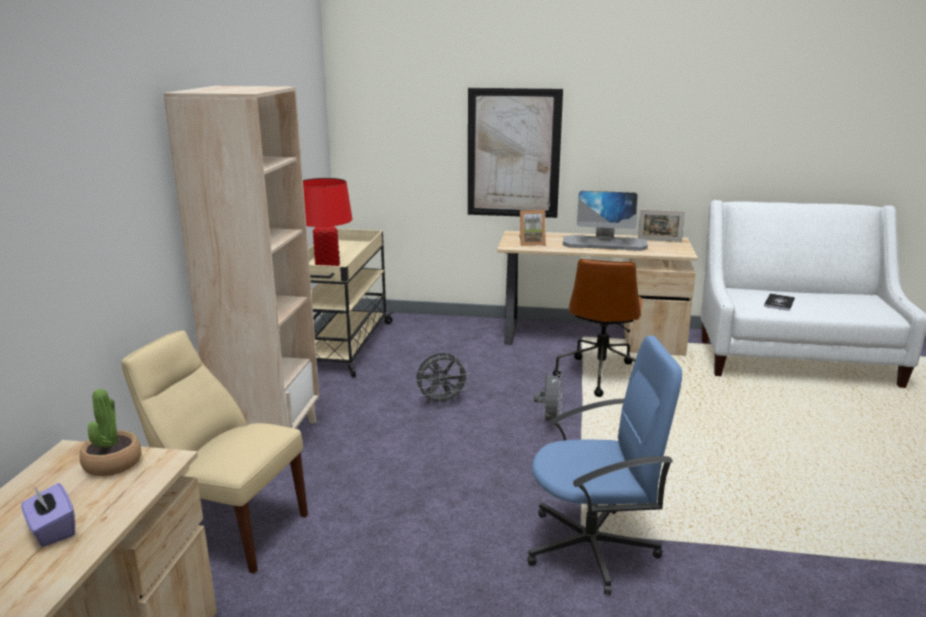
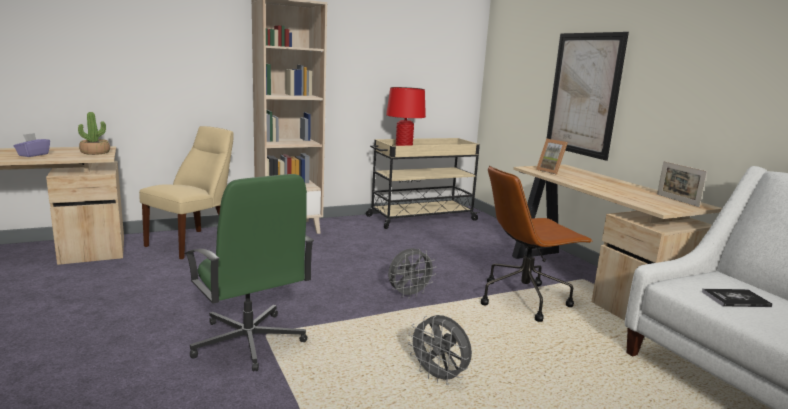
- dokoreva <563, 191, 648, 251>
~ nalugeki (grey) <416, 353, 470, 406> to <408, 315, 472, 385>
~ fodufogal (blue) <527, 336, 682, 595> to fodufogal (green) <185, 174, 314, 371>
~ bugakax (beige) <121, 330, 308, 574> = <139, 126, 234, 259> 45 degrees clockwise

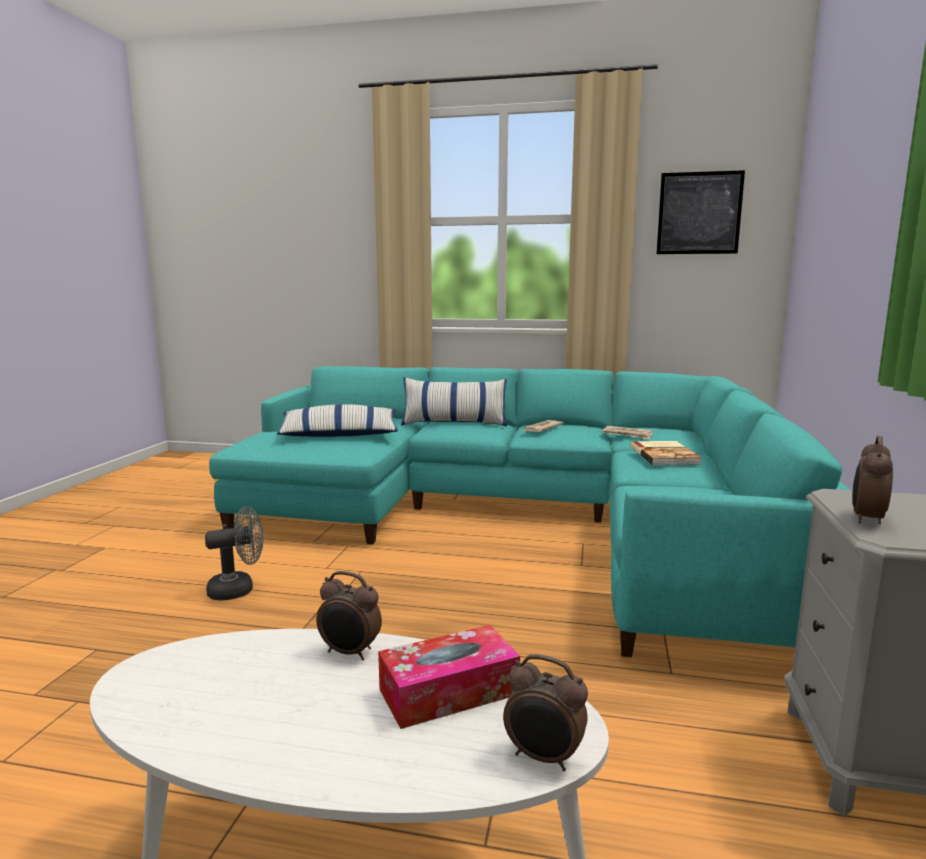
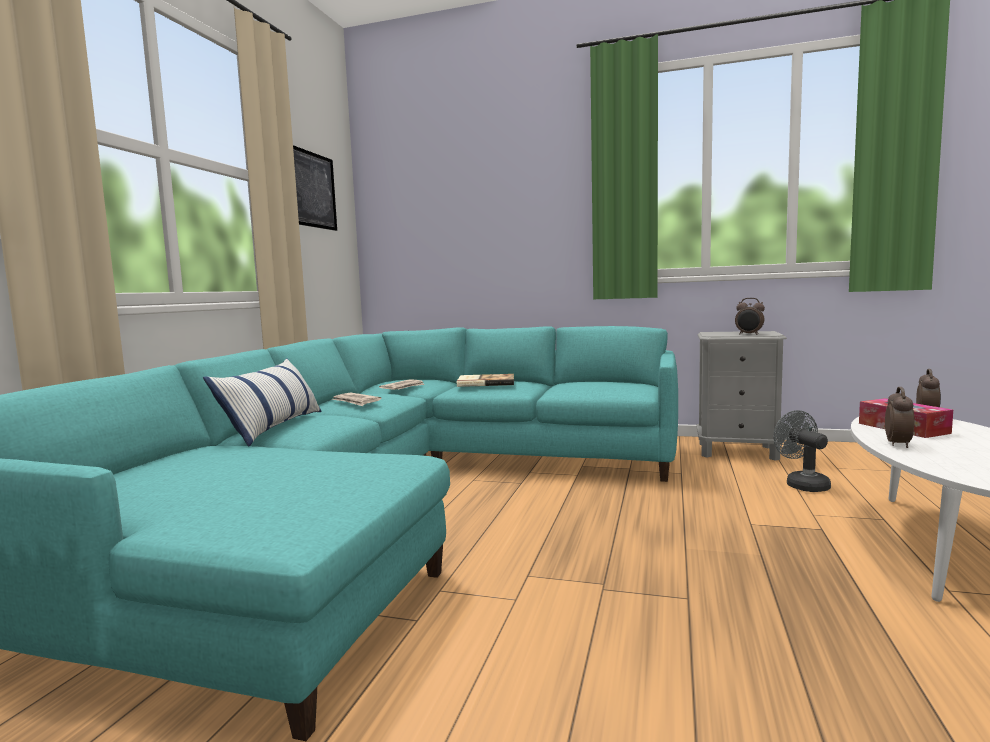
- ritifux <277, 404, 398, 437>
~ nalugeki (grey) <205, 506, 264, 601> to <773, 410, 831, 492>

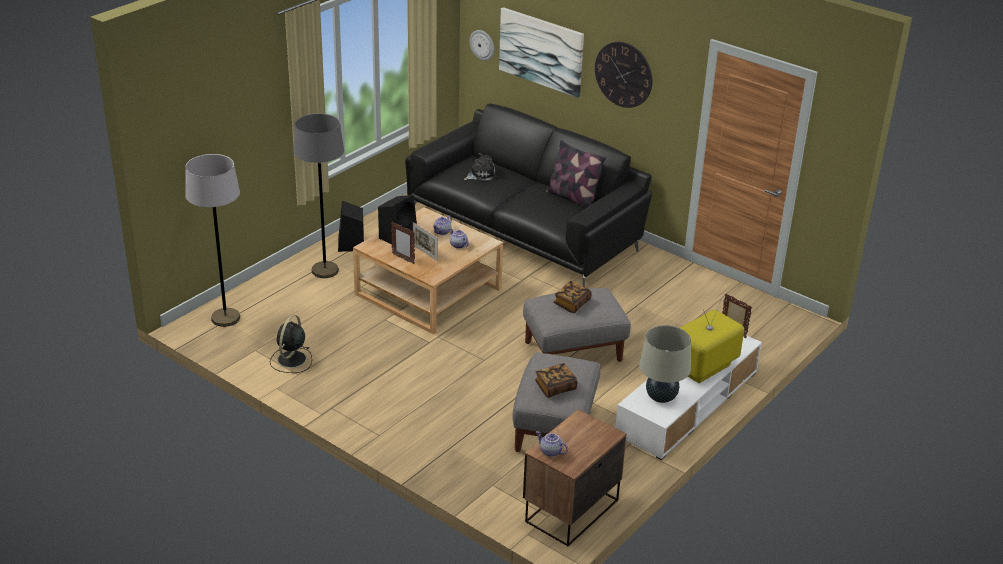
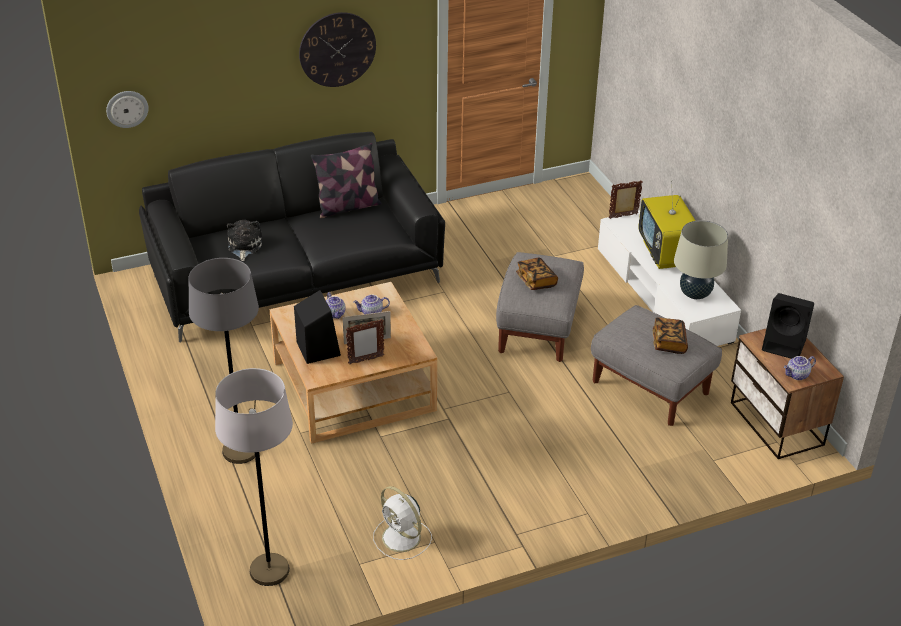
- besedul <499, 7, 584, 98>
~ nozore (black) <338, 201, 364, 252> to <762, 293, 814, 359>
~ nalugeki (black) <270, 315, 312, 373> to nalugeki (white) <373, 486, 432, 560>

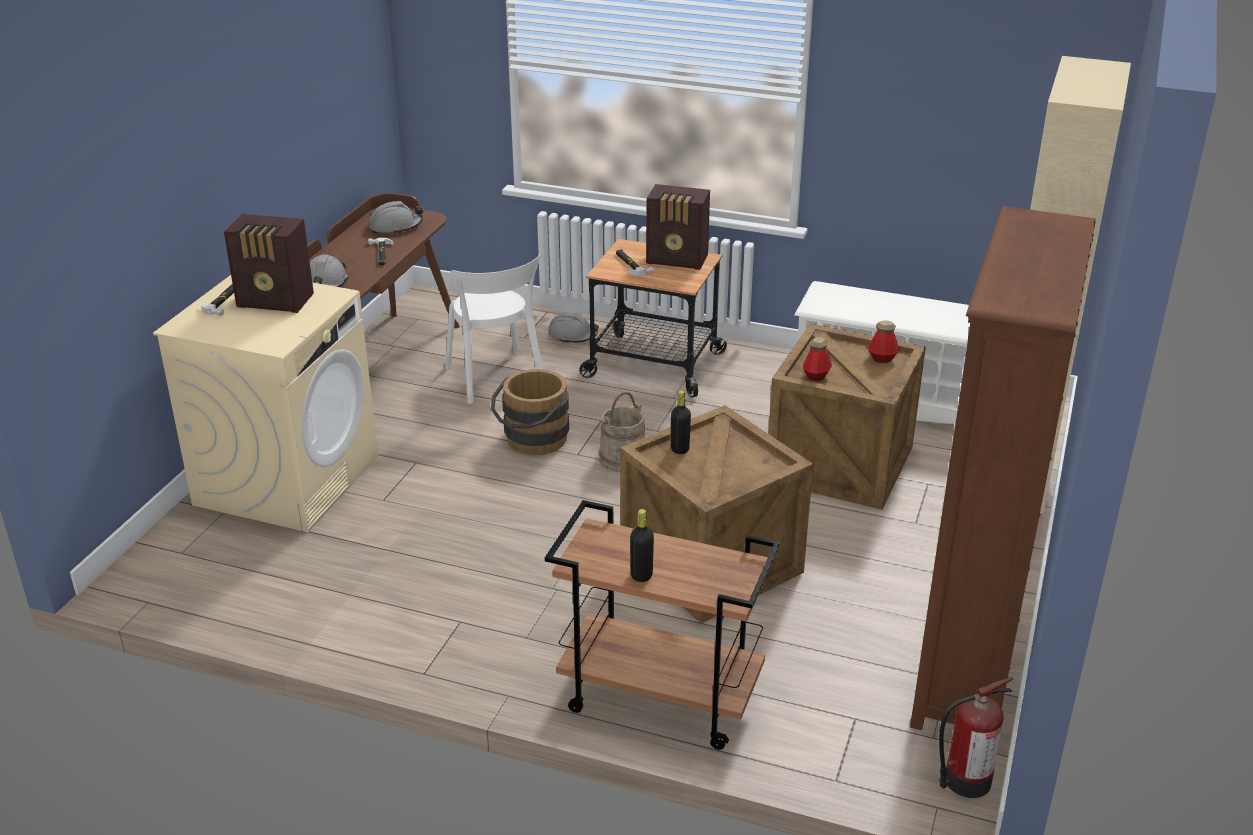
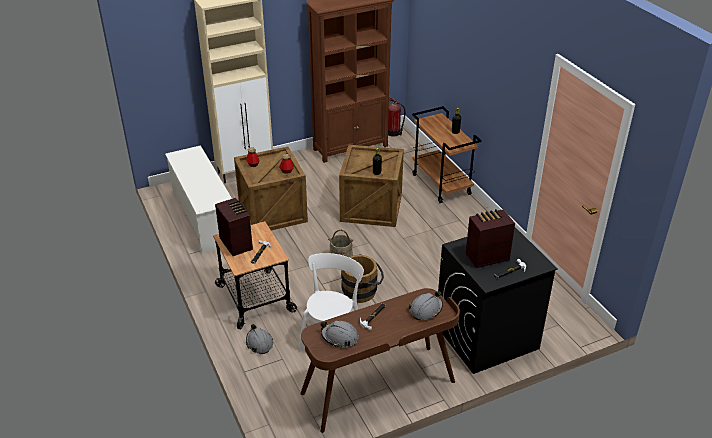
~ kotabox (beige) <153, 275, 378, 532> to kotabox (black) <438, 227, 558, 374>
~ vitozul <224, 214, 314, 313> = <466, 209, 515, 268> 75 degrees counterclockwise

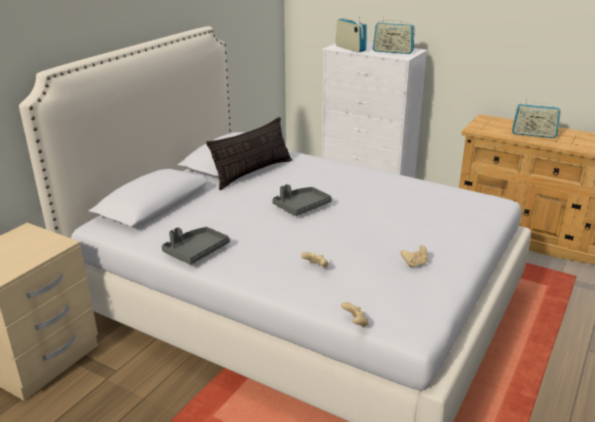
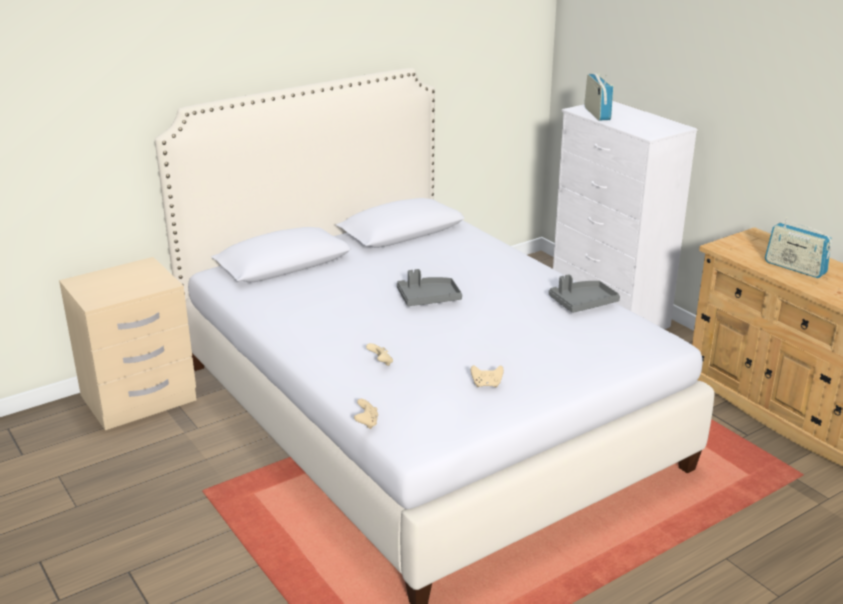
- ritifux <206, 117, 292, 190>
- vitozul <373, 17, 415, 54>
~ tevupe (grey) <162, 227, 230, 265> to <549, 274, 620, 313>

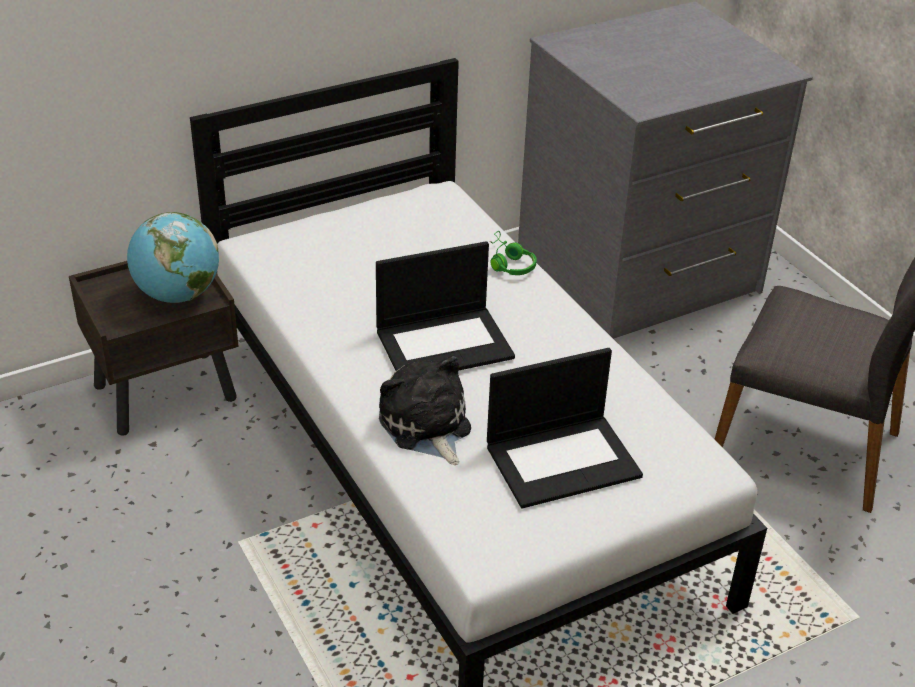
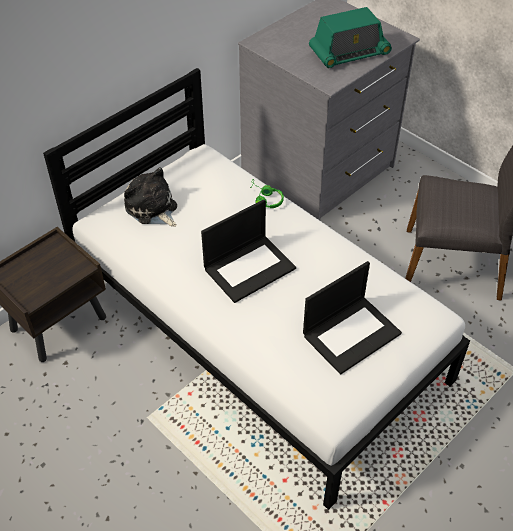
- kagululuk <127, 212, 219, 303>
+ vitozul <309, 7, 392, 68>
~ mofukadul <379, 355, 471, 465> to <124, 168, 177, 227>

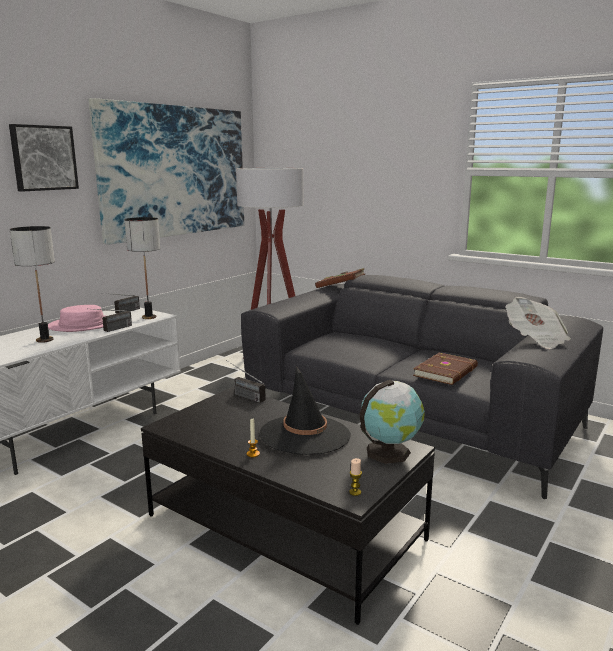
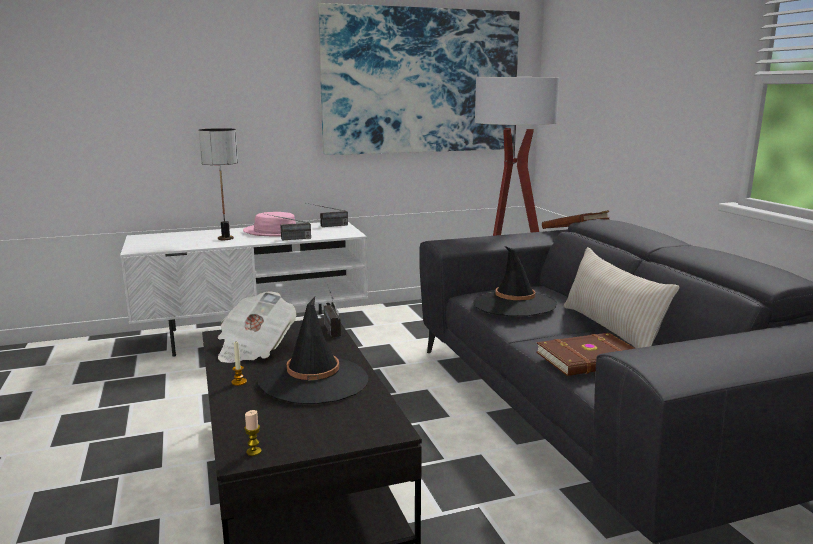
- besedul <9, 124, 79, 191>
- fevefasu <125, 217, 160, 319>
- kagululuk <359, 380, 425, 464>
+ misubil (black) <473, 246, 557, 316>
+ ritifux (beige) <564, 247, 680, 348>
~ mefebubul <505, 297, 570, 349> to <218, 291, 297, 363>

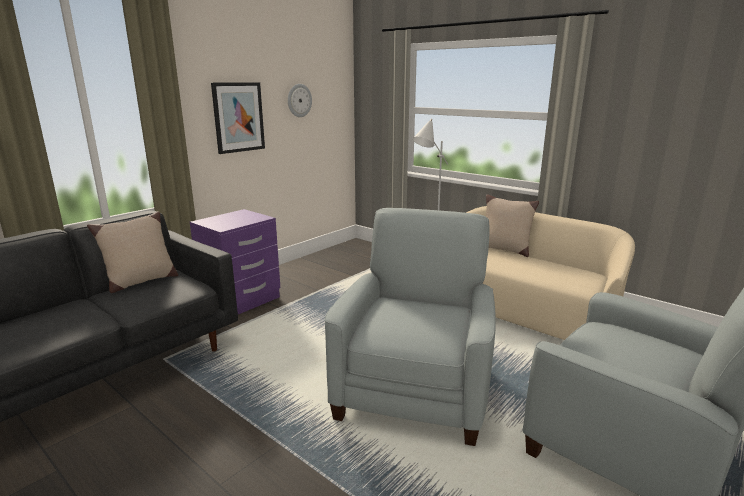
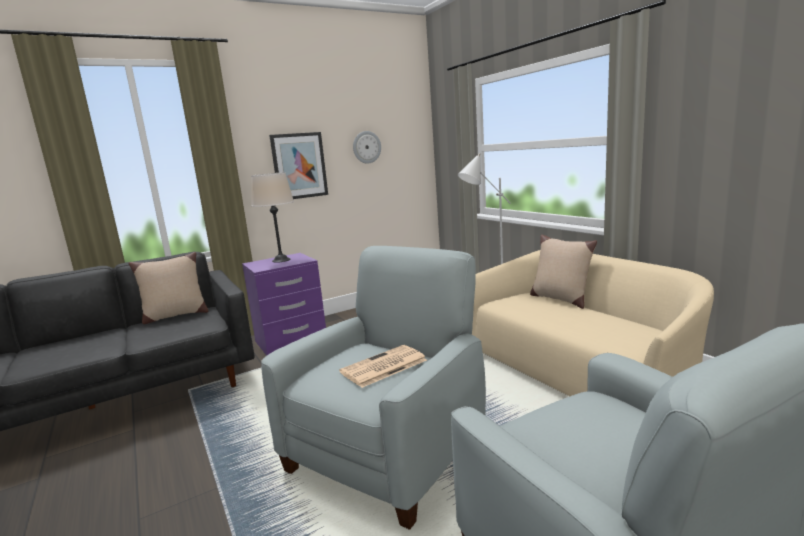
+ fevefasu (beige) <251, 172, 294, 263>
+ mefebubul <339, 345, 427, 388>

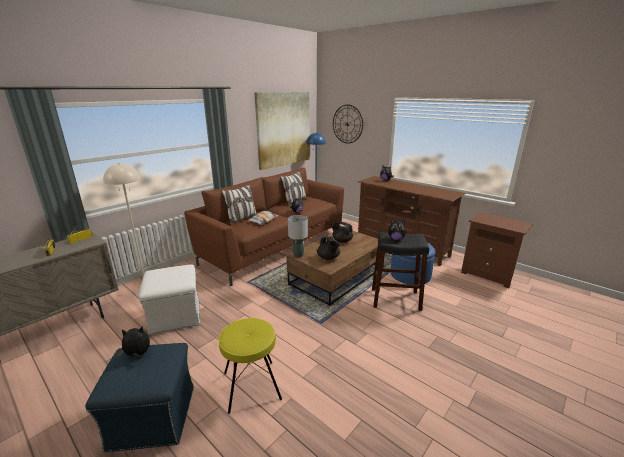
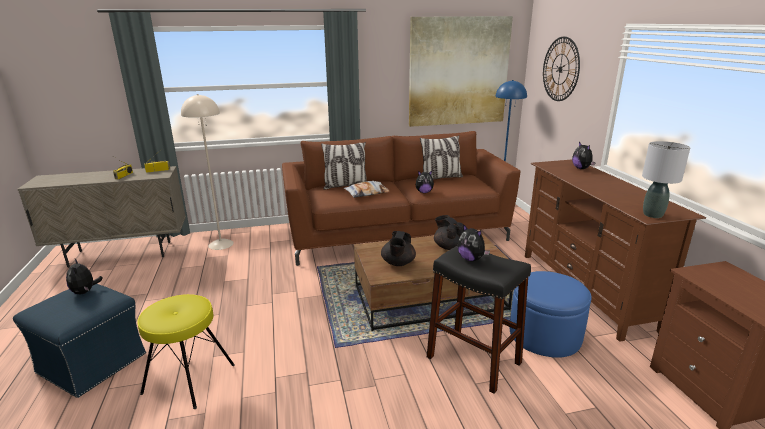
- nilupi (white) <139, 264, 200, 335>
~ fevefasu (grey) <288, 215, 308, 258> to <642, 141, 690, 218>
~ mofukadul <118, 326, 150, 359> = <66, 259, 103, 294> 135 degrees counterclockwise

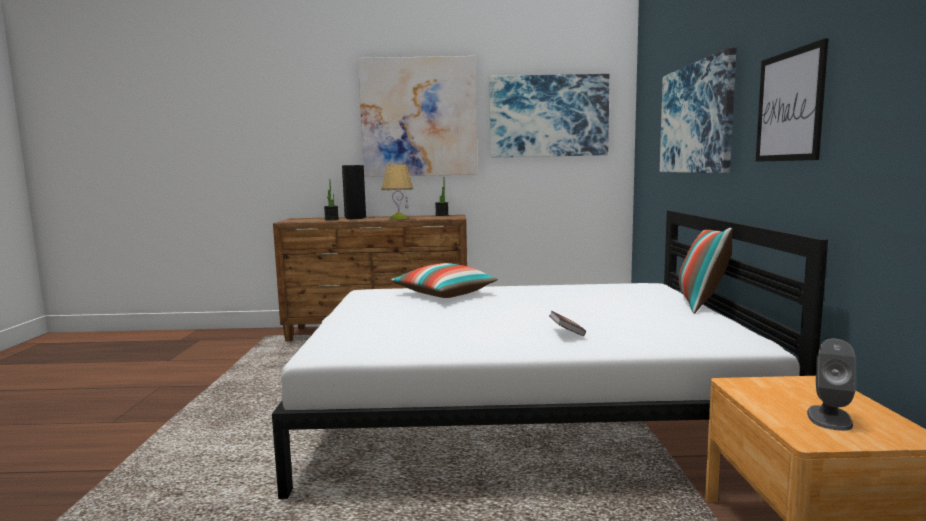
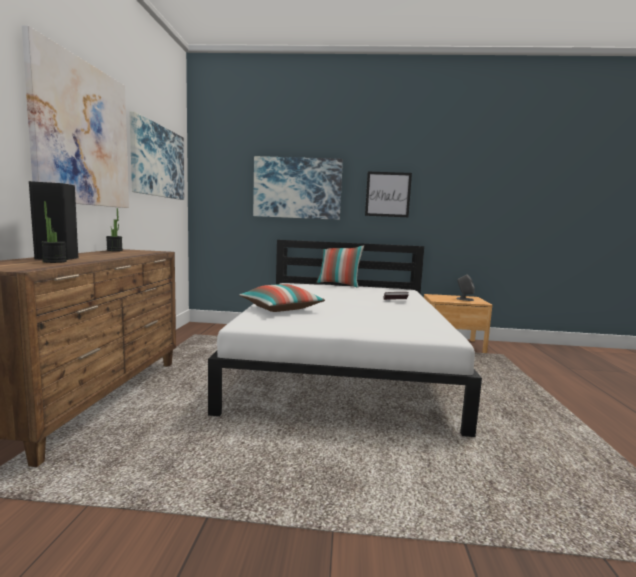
- fevefasu <382, 164, 413, 219>

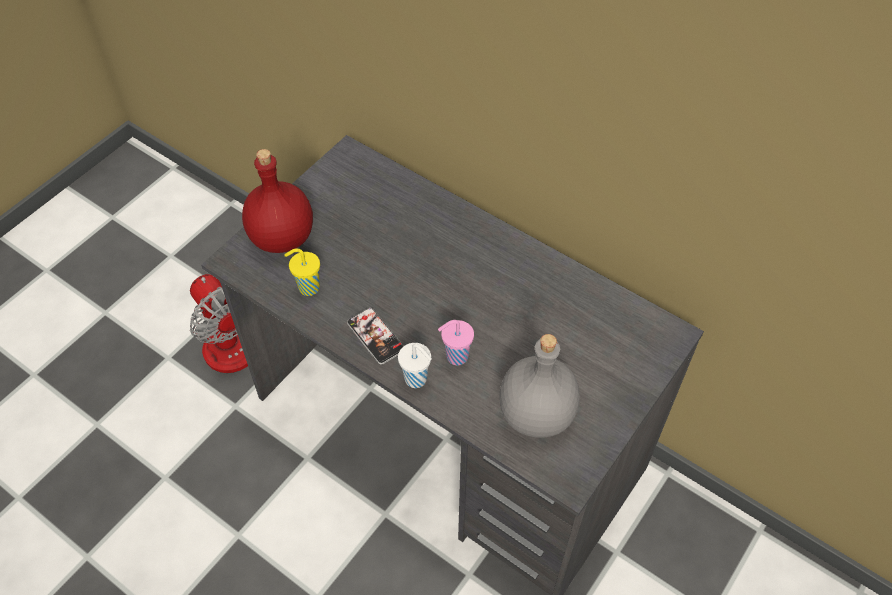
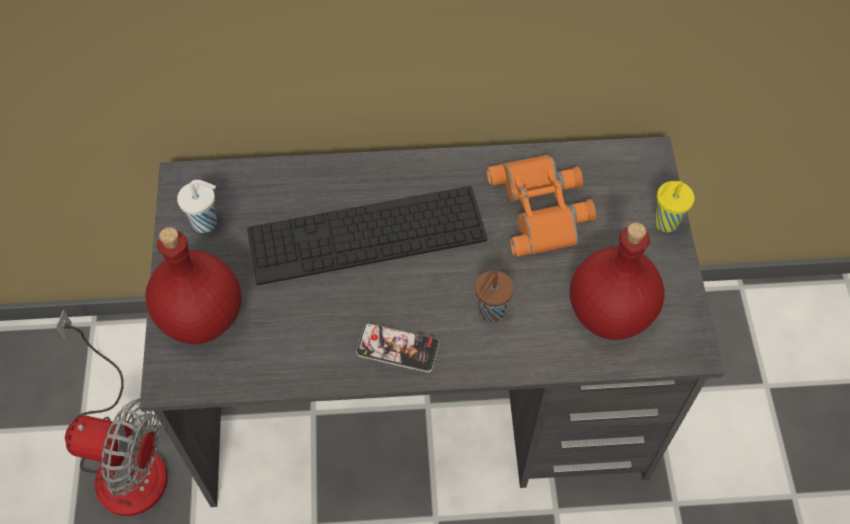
+ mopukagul <247, 186, 487, 285>
+ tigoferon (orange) <487, 155, 596, 257>
~ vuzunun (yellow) <284, 248, 320, 296> to <654, 181, 695, 232>
~ vuzunun (white) <398, 343, 432, 388> to <177, 180, 217, 233>
~ vuzunun (pink) <438, 320, 474, 365> to vuzunun (brown) <475, 270, 514, 322>
~ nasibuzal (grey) <499, 334, 580, 438> to nasibuzal (red) <570, 223, 665, 340>

